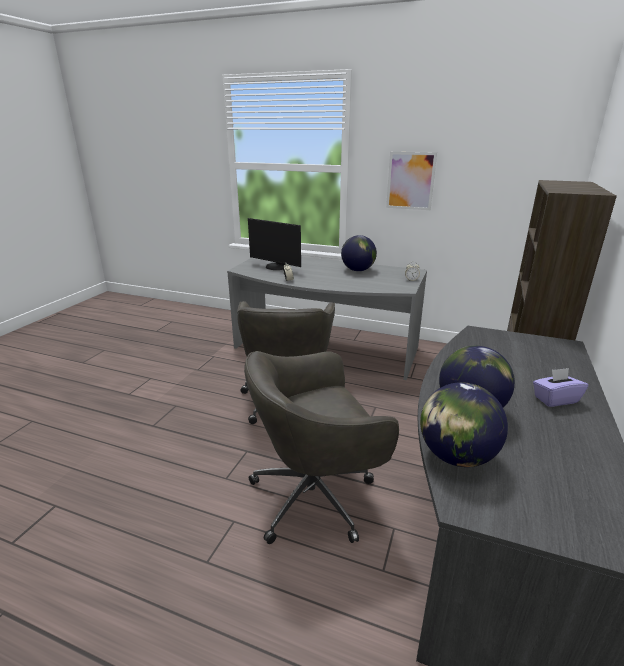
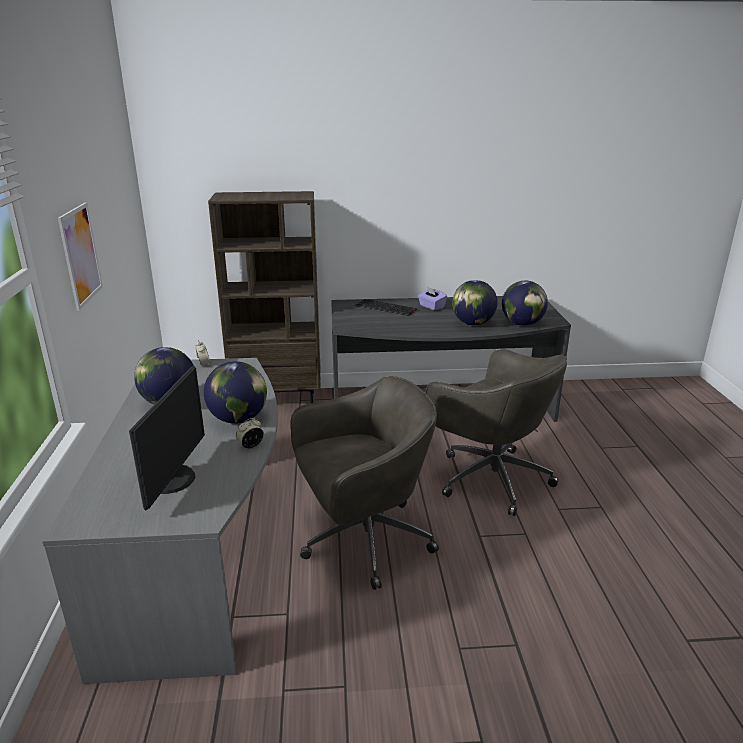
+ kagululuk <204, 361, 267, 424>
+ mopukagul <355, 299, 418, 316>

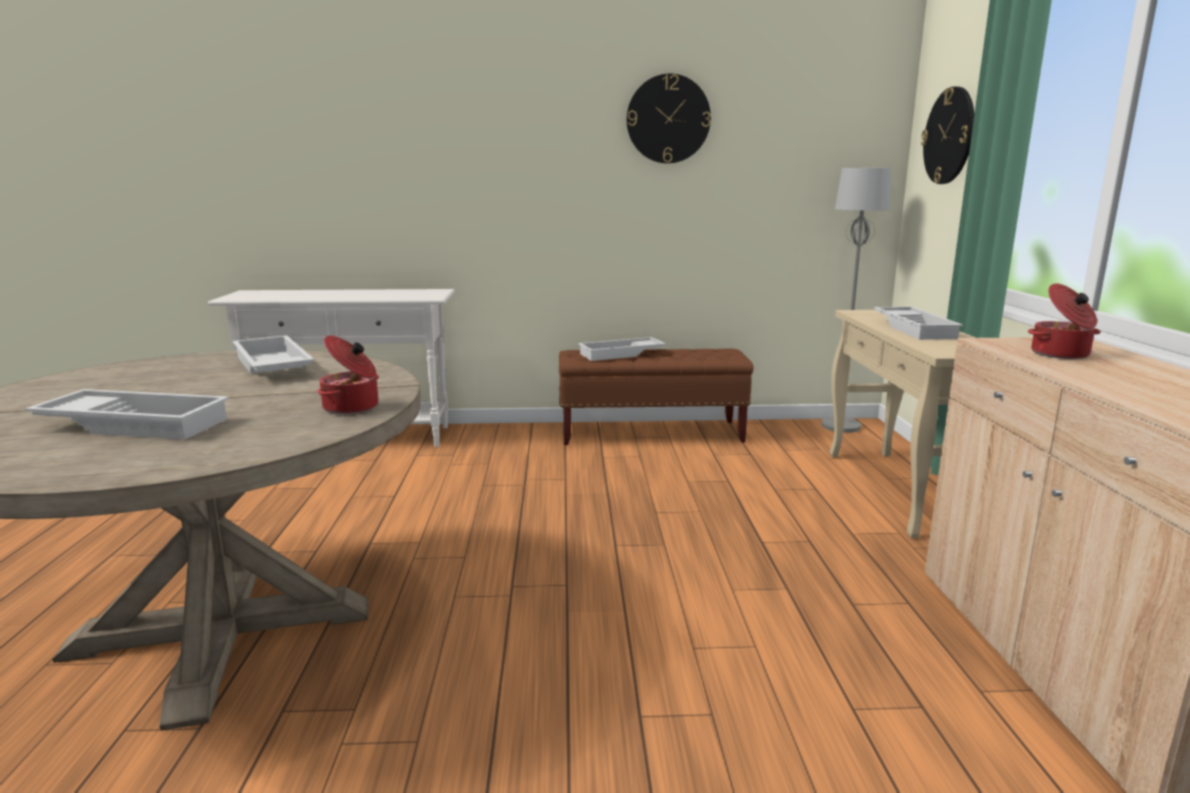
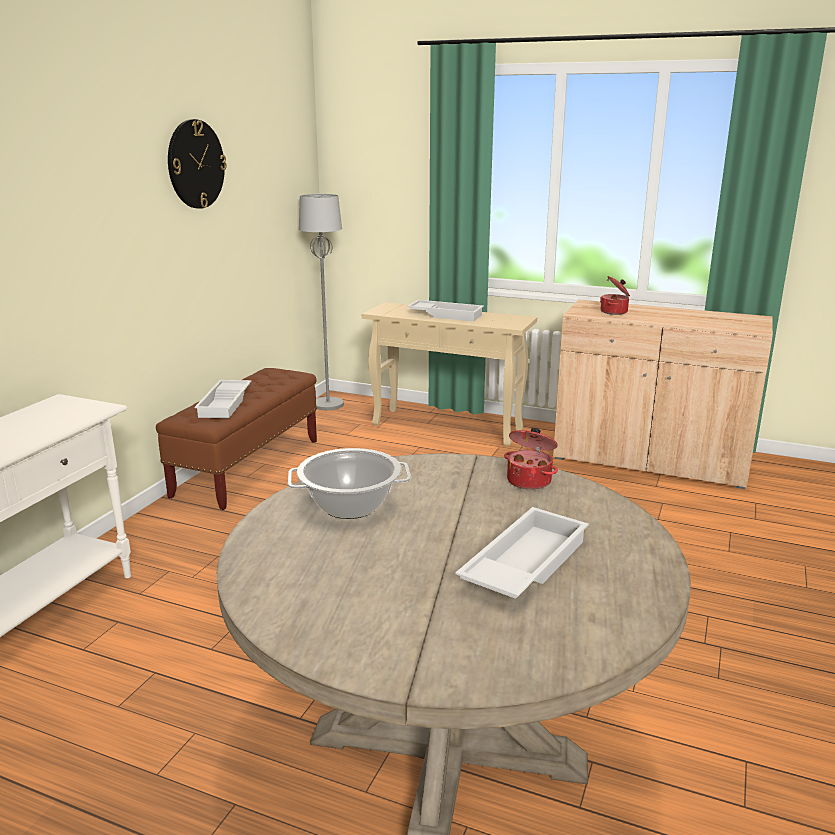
- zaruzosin <921, 87, 974, 184>
~ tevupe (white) <233, 335, 315, 374> to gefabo <288, 448, 411, 519>

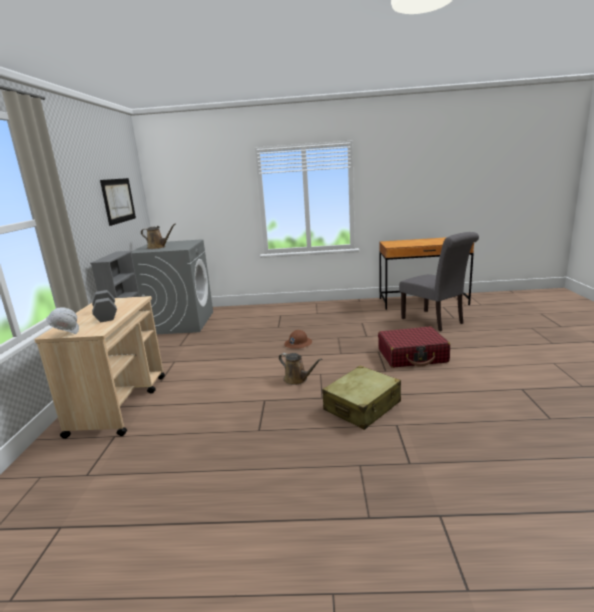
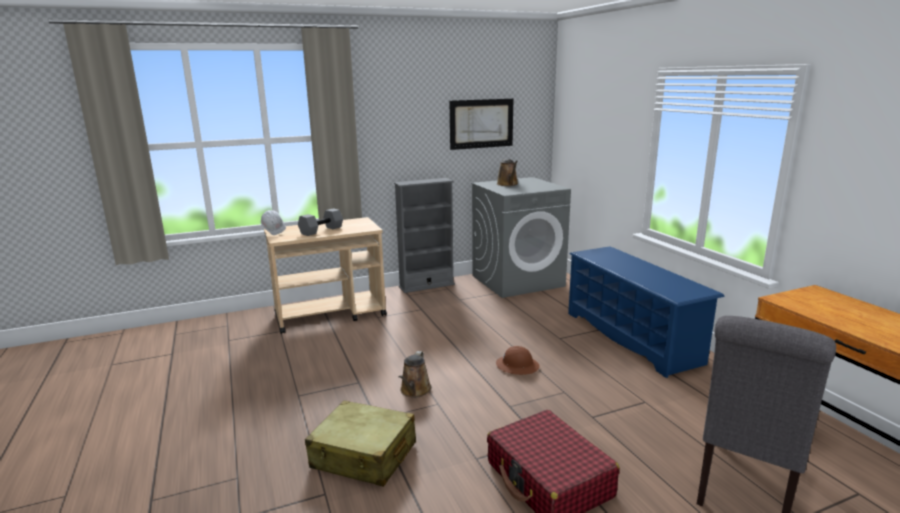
+ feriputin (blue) <568, 246, 725, 378>

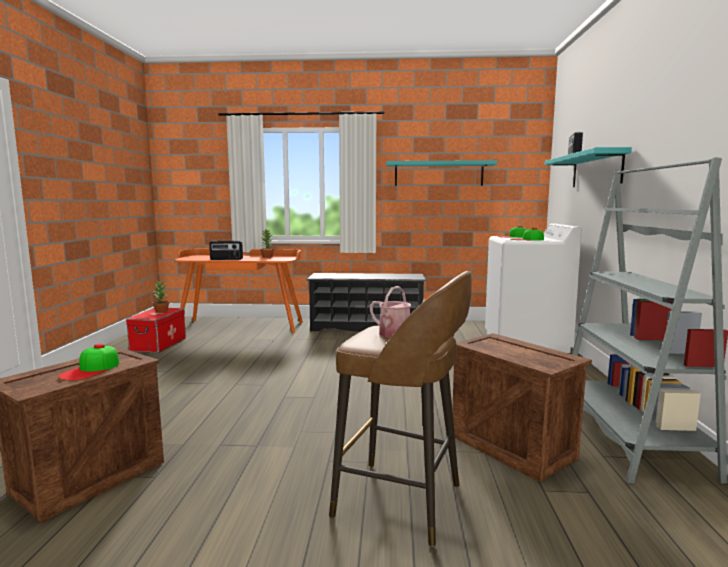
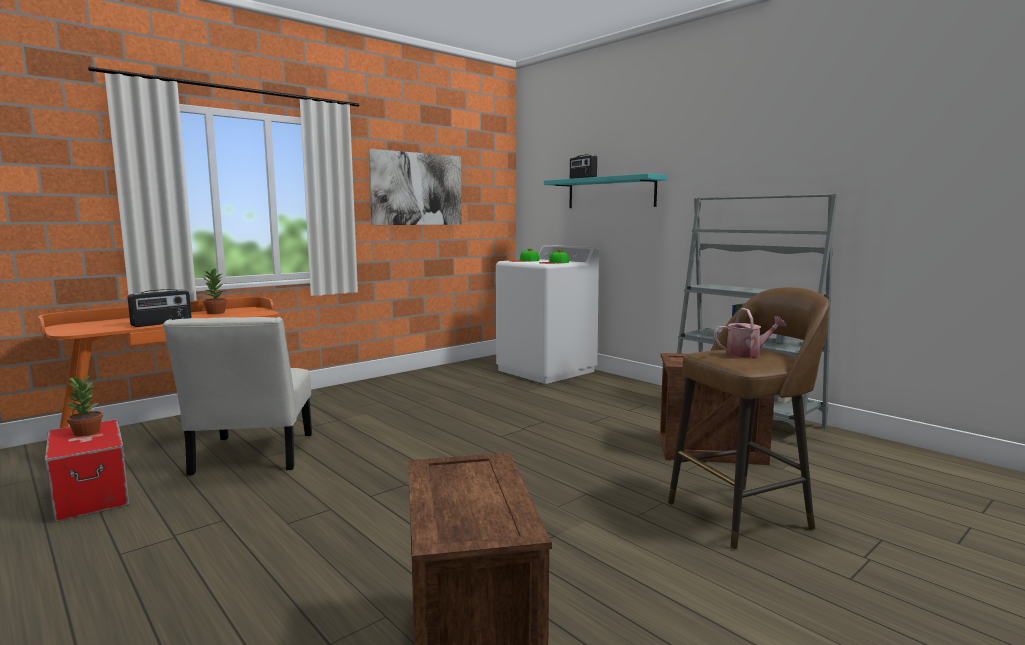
- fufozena <59, 344, 120, 381>
- feriputin (black) <306, 273, 426, 332>
+ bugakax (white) <163, 317, 312, 475>
~ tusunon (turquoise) <386, 160, 497, 186> to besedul <368, 149, 462, 225>

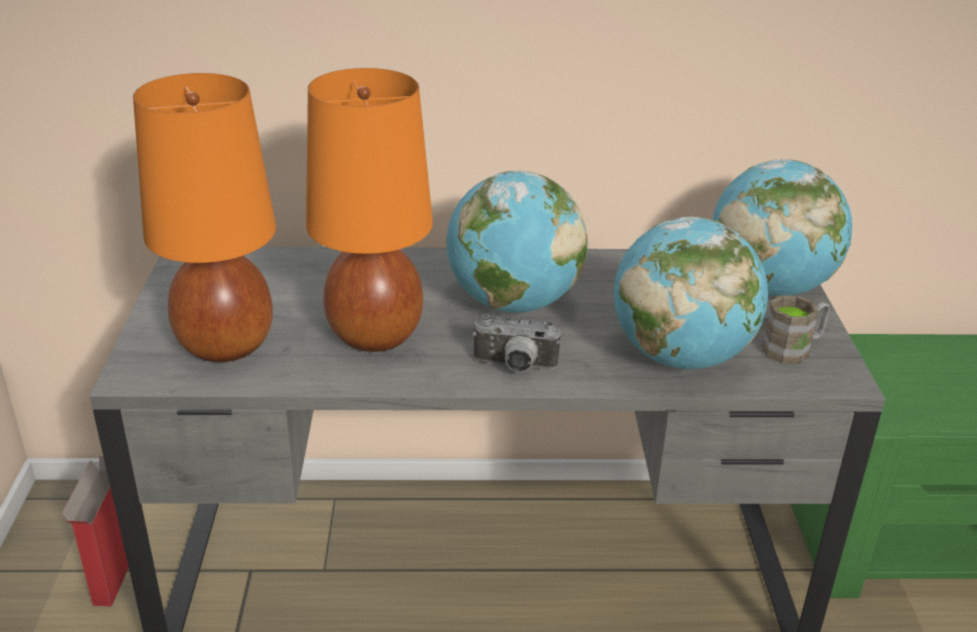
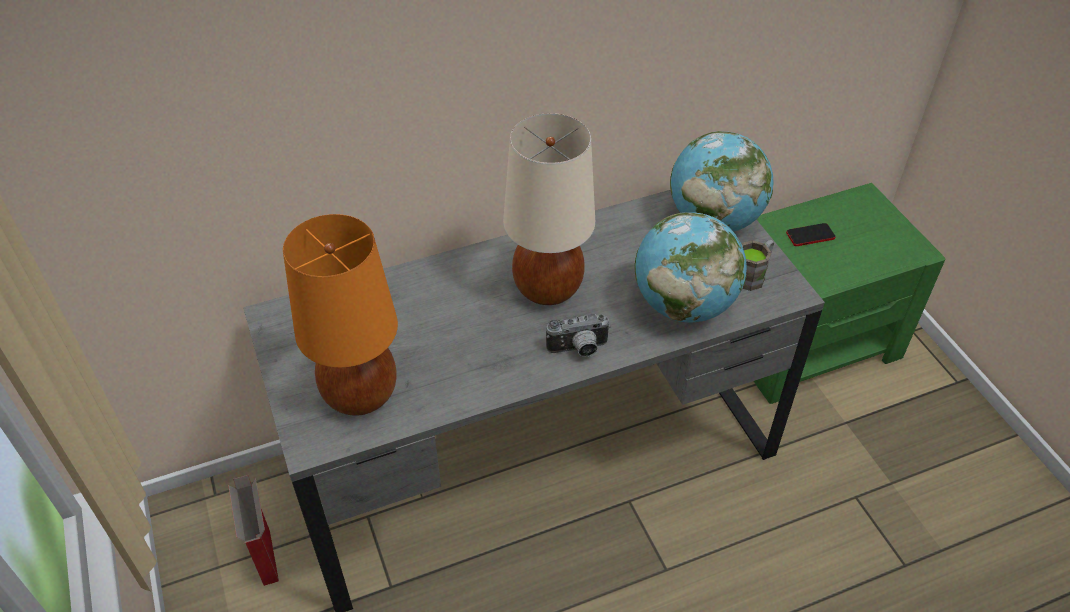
- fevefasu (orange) <306, 68, 433, 352>
+ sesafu <786, 223, 836, 246>
~ kagululuk <446, 171, 588, 313> to fevefasu (beige) <503, 113, 595, 305>

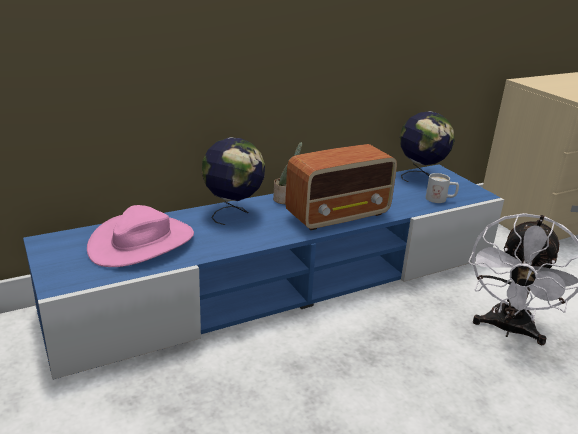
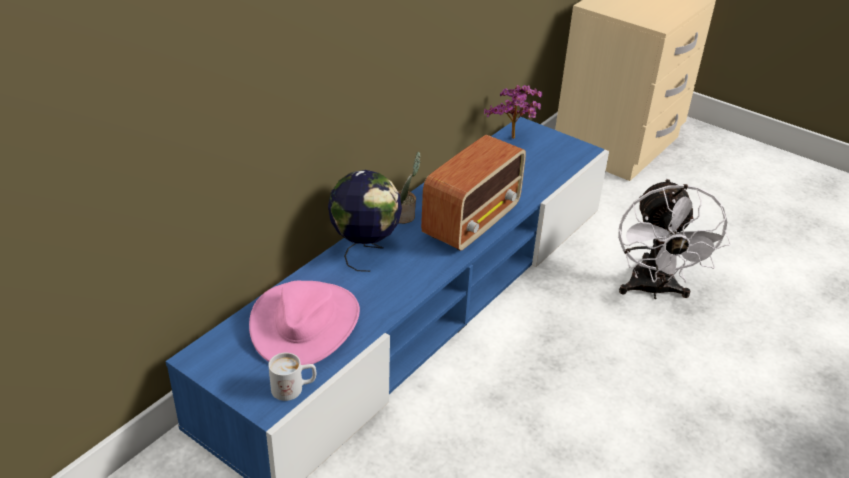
~ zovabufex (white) <426, 173, 459, 203> to <268, 353, 316, 401>
~ kagululuk <400, 111, 455, 182> to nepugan <484, 85, 542, 139>

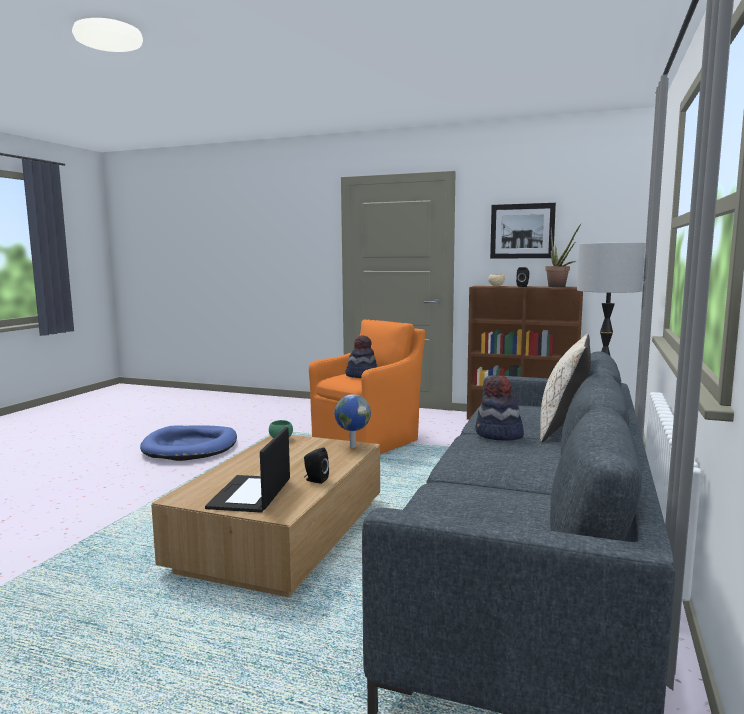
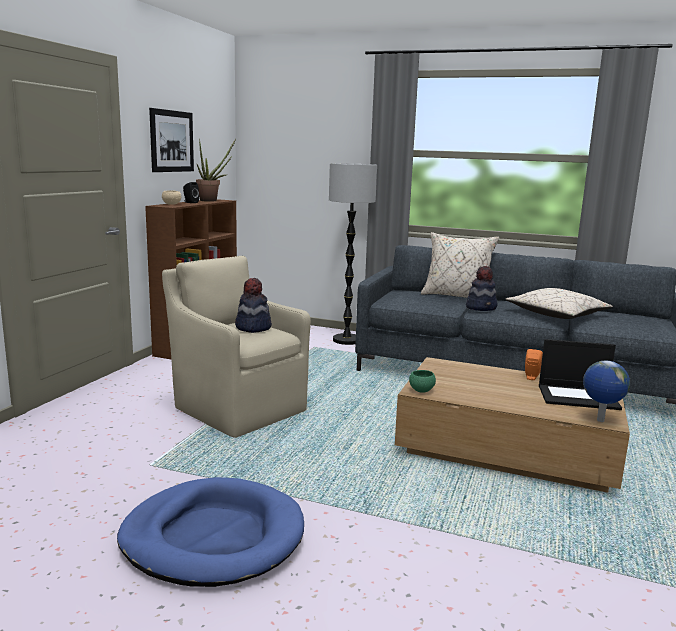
+ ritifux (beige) <505, 288, 613, 319>
~ kagululuk <334, 394, 371, 448> to <583, 361, 630, 422>
~ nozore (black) <304, 447, 329, 484> to nozore (orange) <525, 349, 543, 380>
~ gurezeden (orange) <309, 319, 425, 454> to gurezeden (beige) <162, 256, 311, 438>

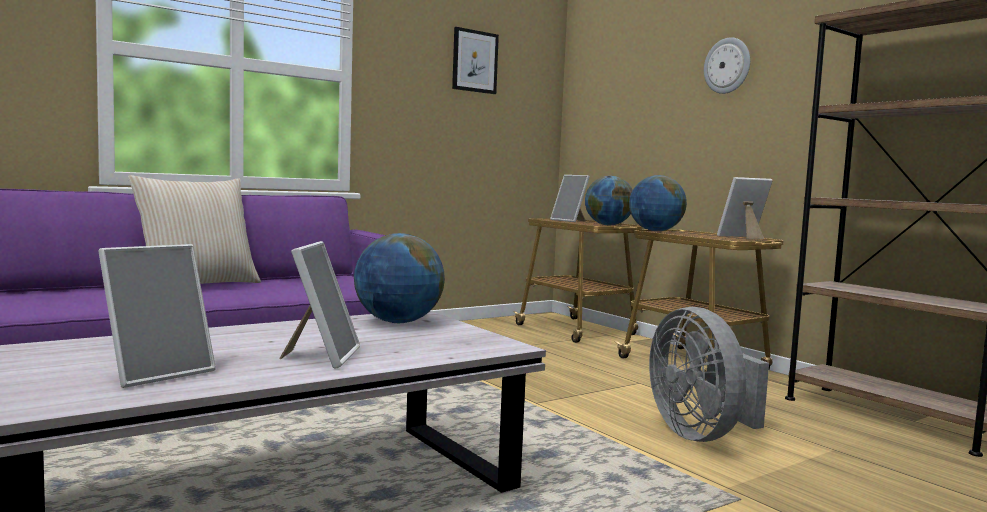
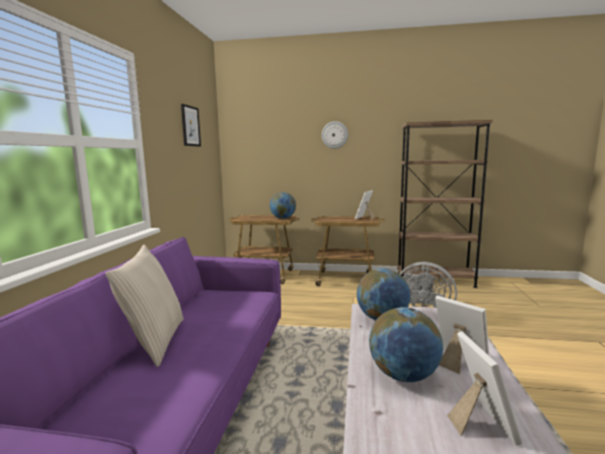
- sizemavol <550, 175, 590, 222>
~ kagululuk <629, 175, 687, 231> to <369, 307, 443, 382>

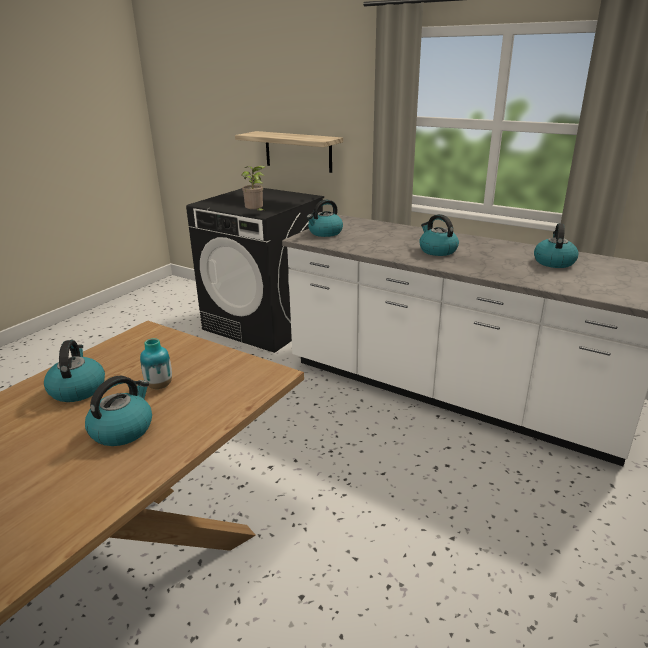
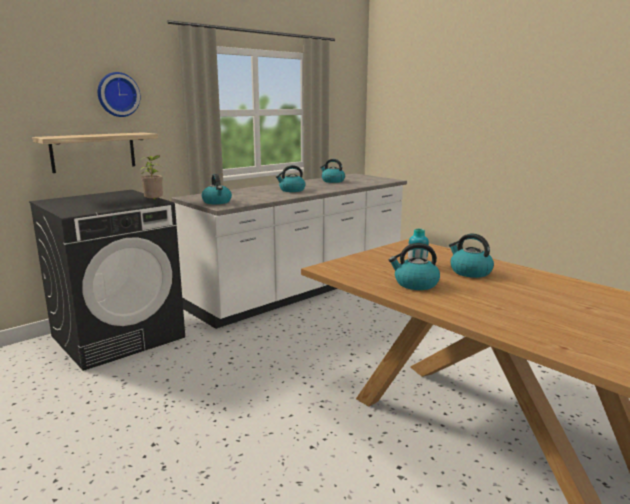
+ zaruzosin <98, 72, 140, 117>

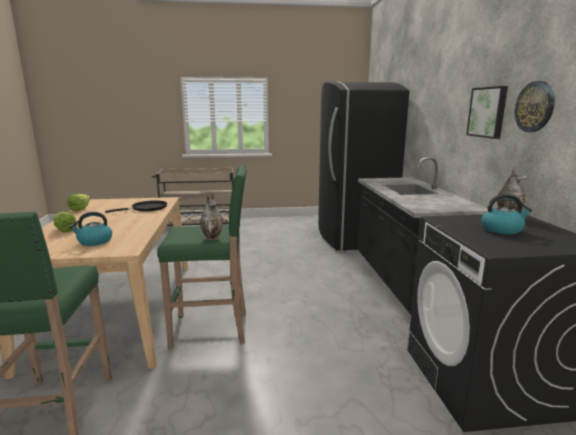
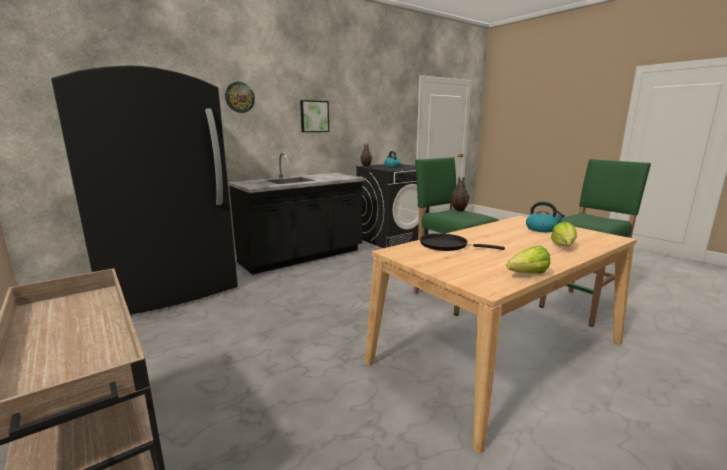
~ zaruzosin <515, 81, 555, 132> to <225, 82, 255, 113>

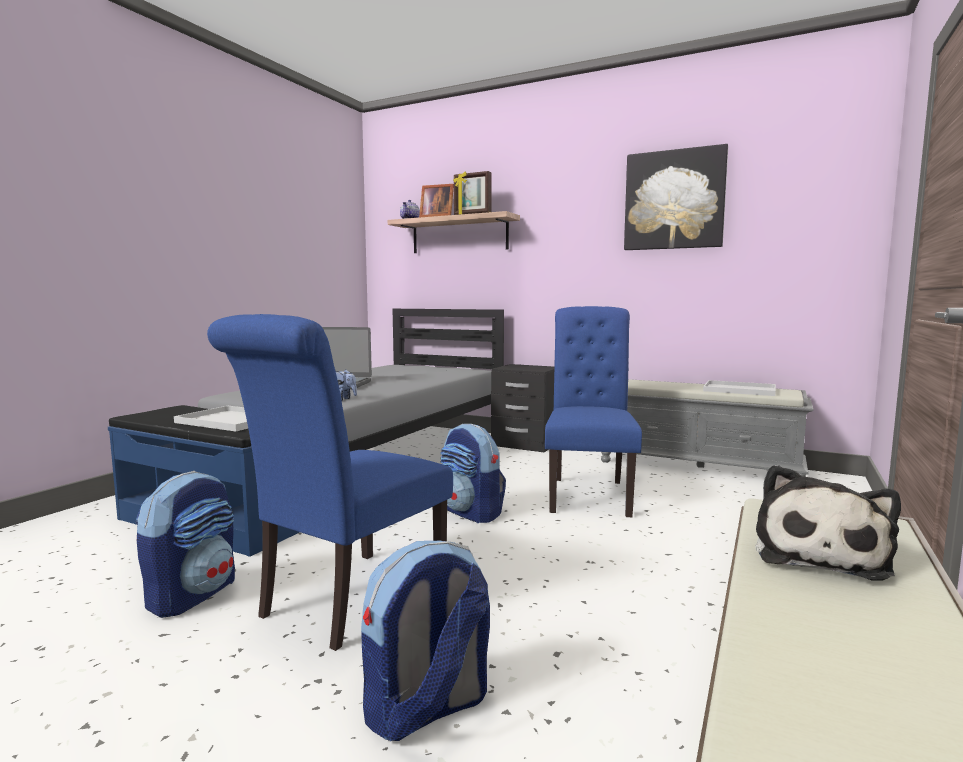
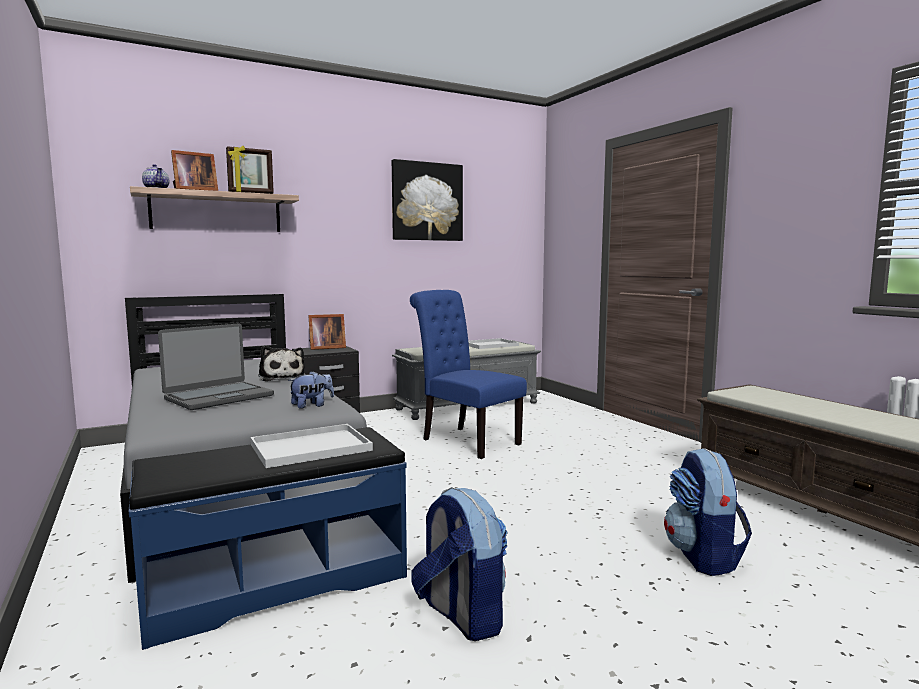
- bugakax (blue) <207, 314, 453, 651>
- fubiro <440, 424, 506, 523>
+ sizemavol <309, 314, 346, 350>
~ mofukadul <755, 464, 901, 581> to <259, 346, 305, 381>

